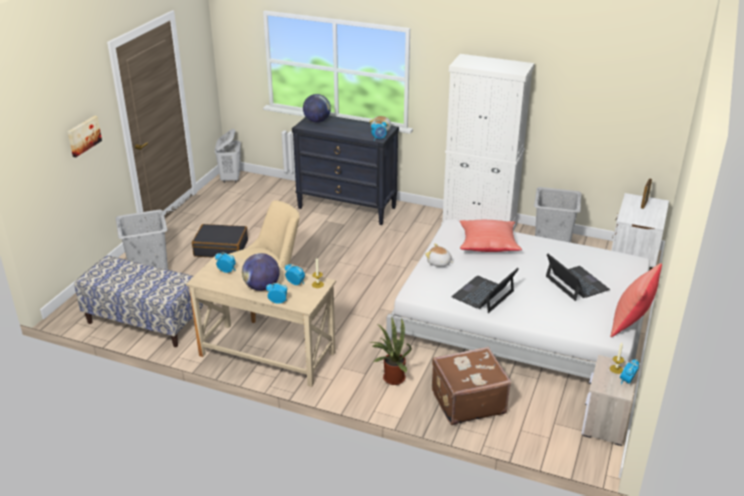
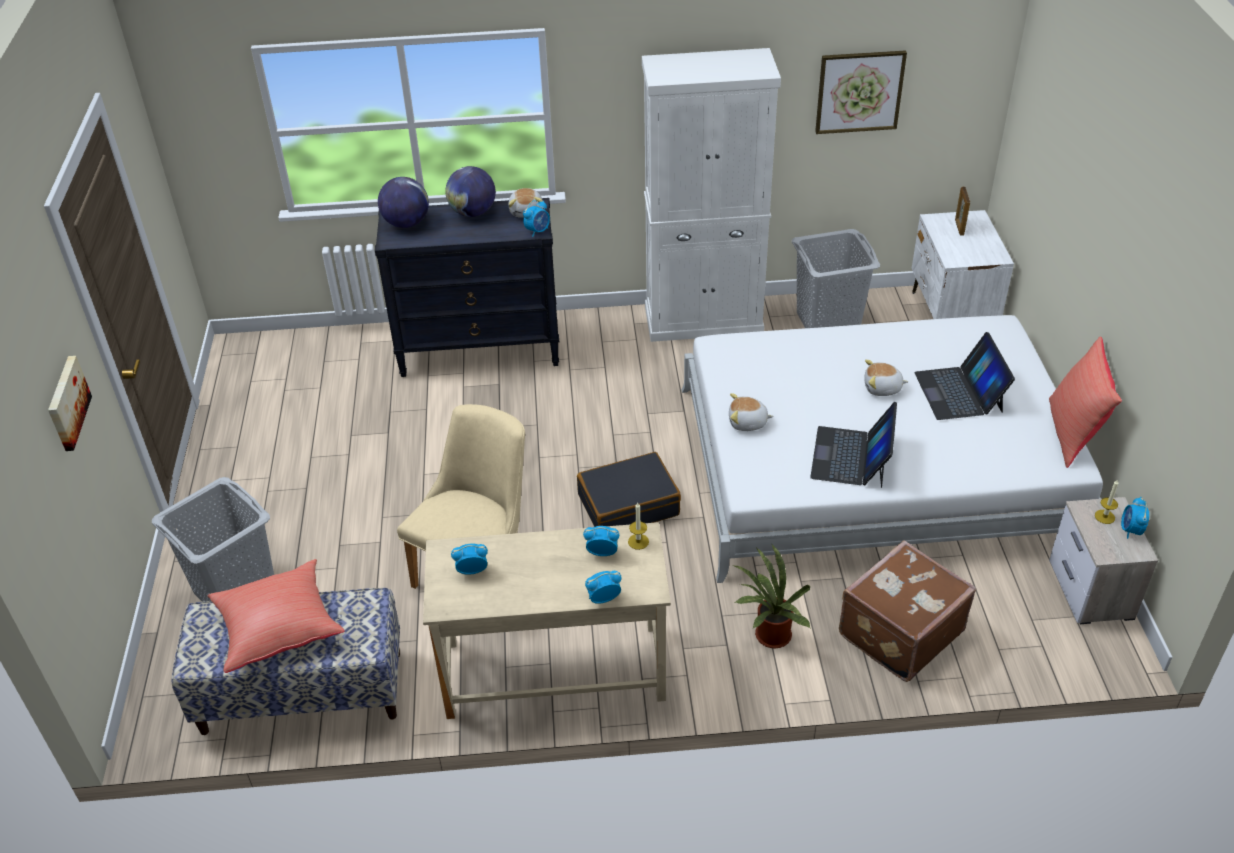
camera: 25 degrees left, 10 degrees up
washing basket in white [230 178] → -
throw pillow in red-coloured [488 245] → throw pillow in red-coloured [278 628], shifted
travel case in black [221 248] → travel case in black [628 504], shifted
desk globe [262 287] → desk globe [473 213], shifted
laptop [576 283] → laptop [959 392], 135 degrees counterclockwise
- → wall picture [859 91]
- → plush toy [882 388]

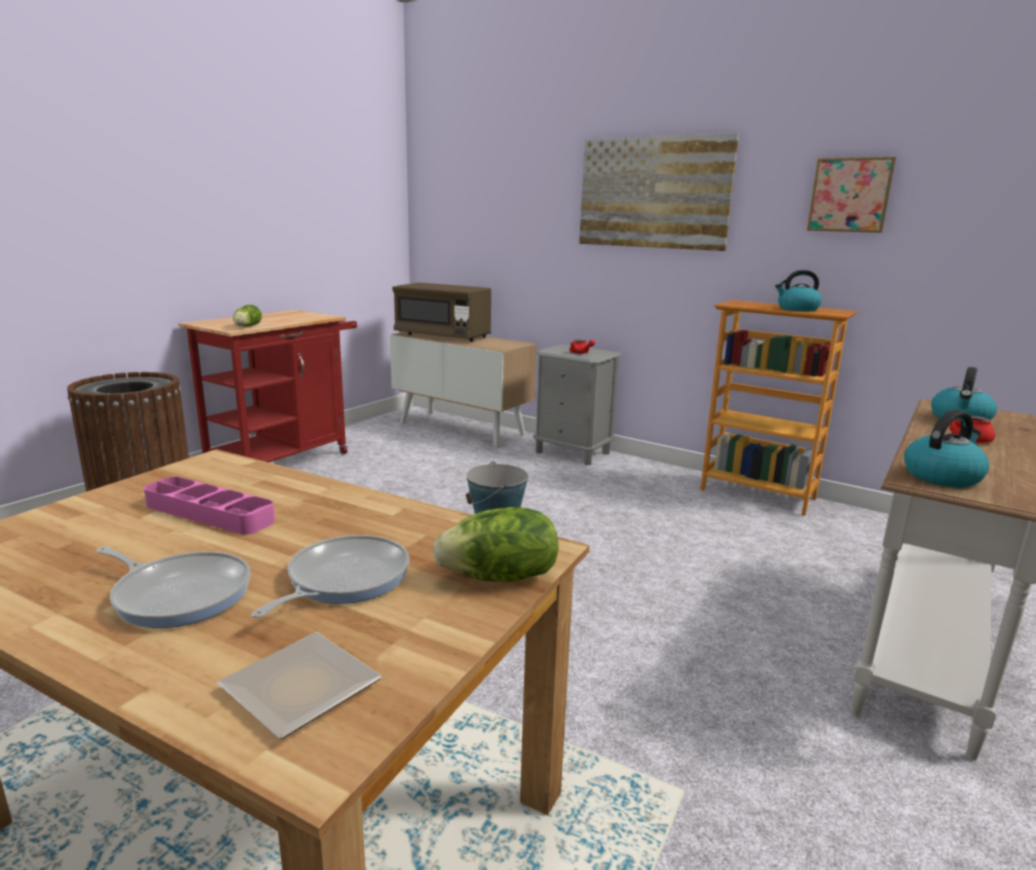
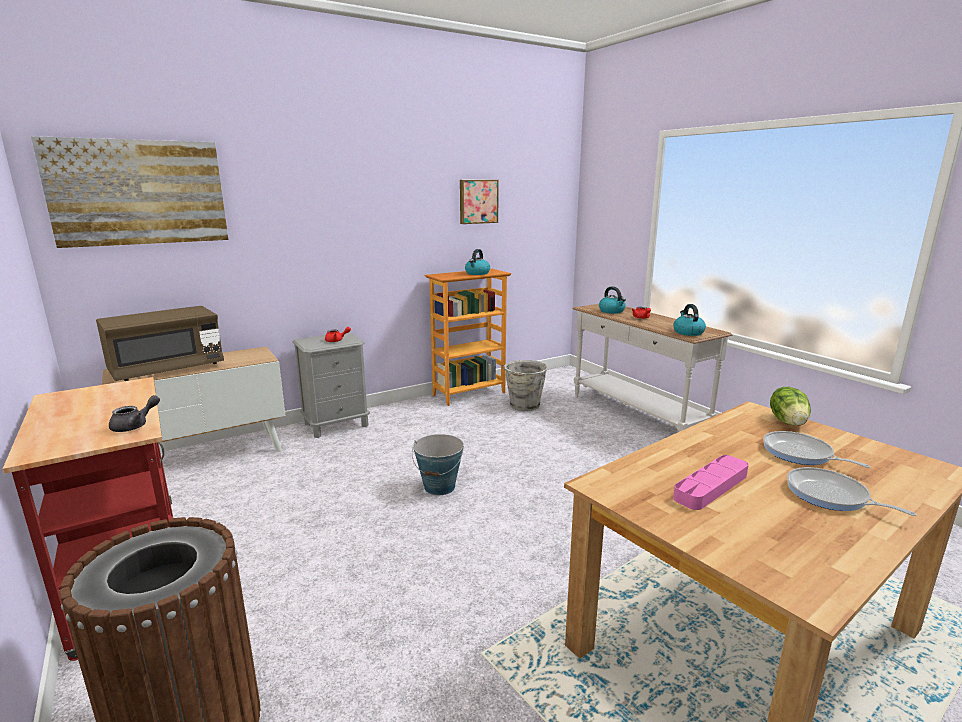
camera: 65 degrees left, 0 degrees up
wall picture [653 193] → wall picture [139 192], shifted
lettuce [246 327] → pot for tea in gray [135 425]
skillet [179 594] → skillet [831 496], 90 degrees counterclockwise
flat dish [307 688] → -
- → pail in gray [524 405]

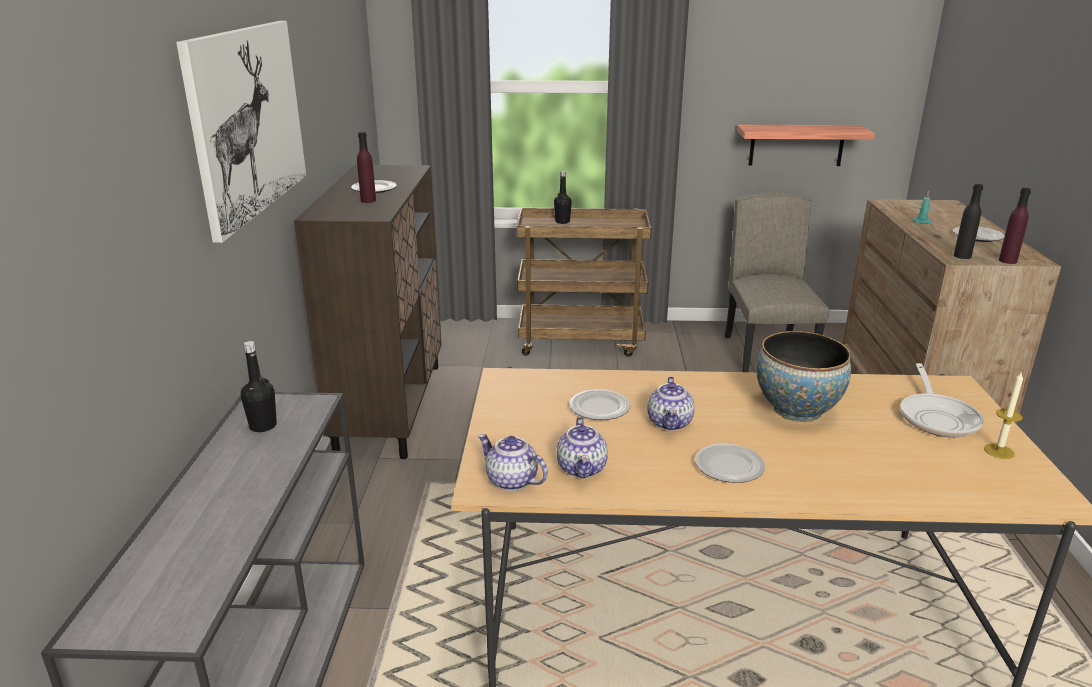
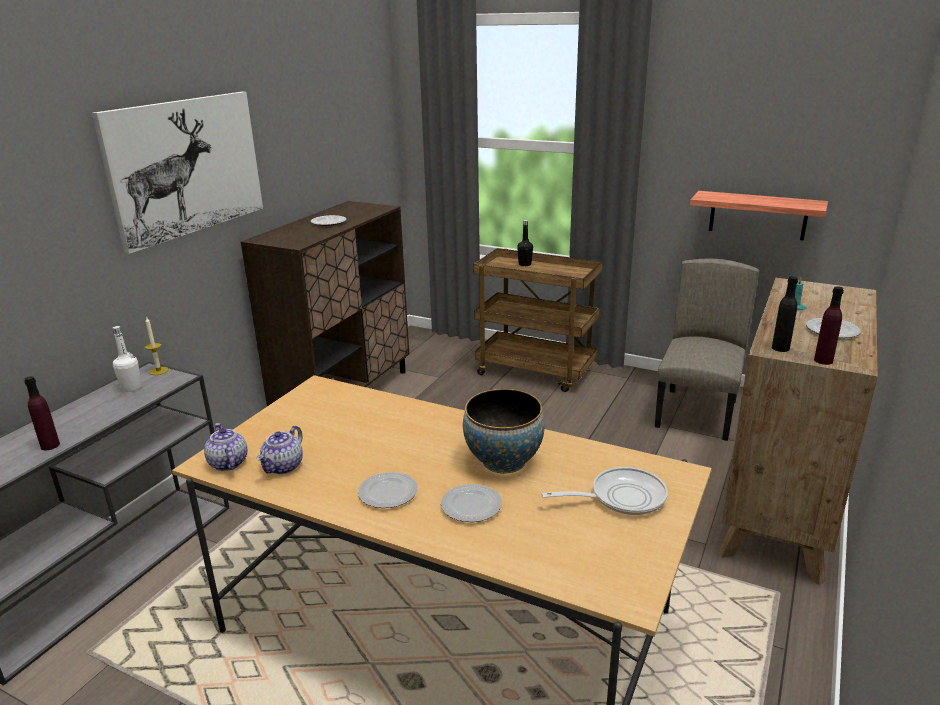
camera: 25 degrees right, 0 degrees up
drink bottle in purplish [368 200] → drink bottle in purplish [50 445], shifted
drink bottle in black [263 426] → drink bottle in white [131 388]
skillet [937 417] → skillet [621 497], 135 degrees counterclockwise
candle [999 451] → candle [158 371], shifted
pot for tea [670 423] → -
flat dish [599 408] → flat dish [471 506], shifted

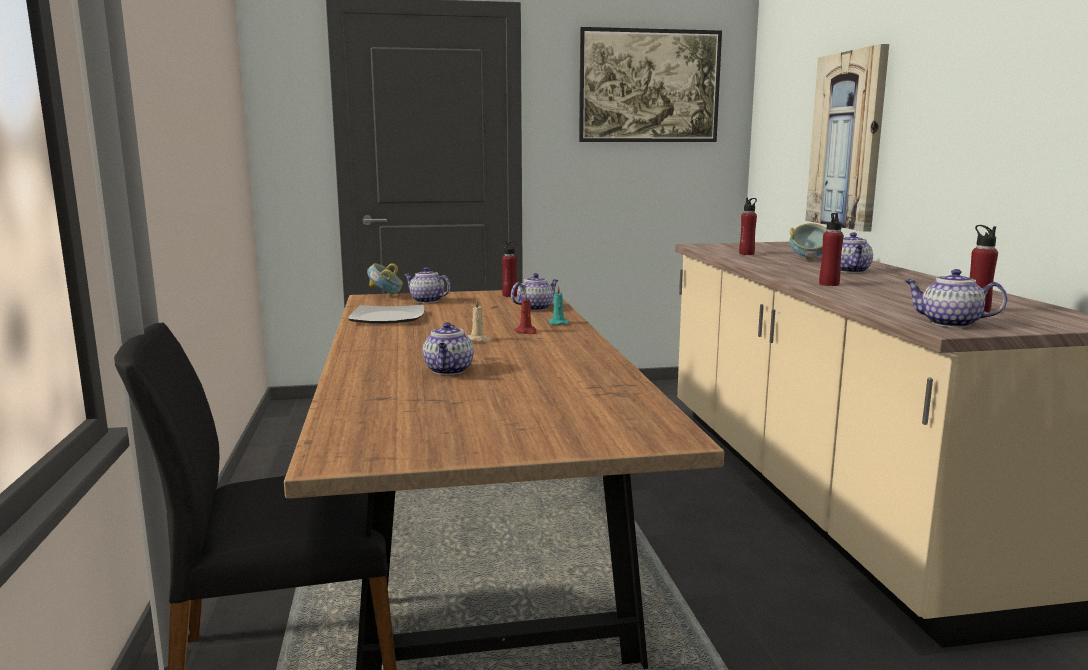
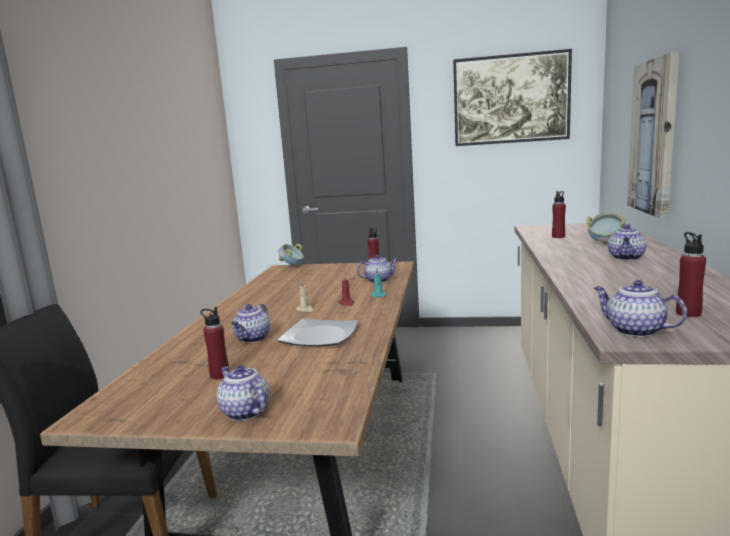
camera: 20 degrees right, 0 degrees up
drink bottle in red-coloured [829 284] → drink bottle in red-coloured [219 375], shifted
pot for tea [426 301] → pot for tea [244 412], shifted
flat dish [388 317] → flat dish [320 335], shifted

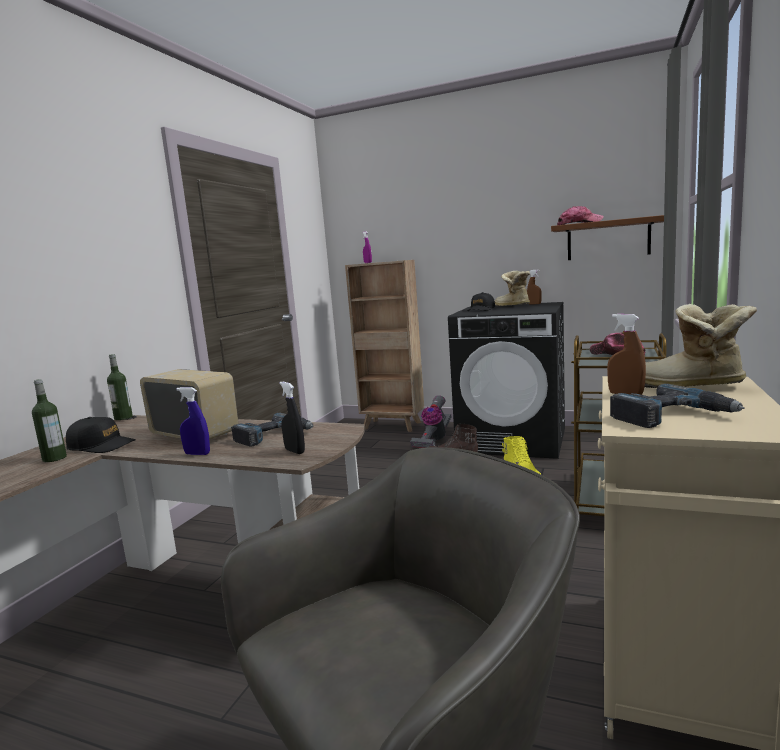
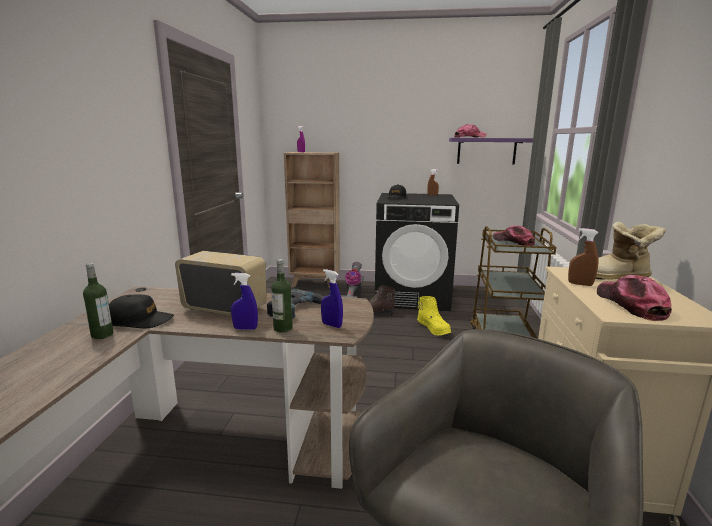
camera: 15 degrees left, 5 degrees up
shelf in brownish [608 239] → shelf in purplish [486 151]
boot [511 306] → -
drink bottle [123 417] → drink bottle [283 328], shifted
sprayer in black [295 451] → sprayer in bluish [331 325]
power drill [671 416] → peaked cap [630 304]

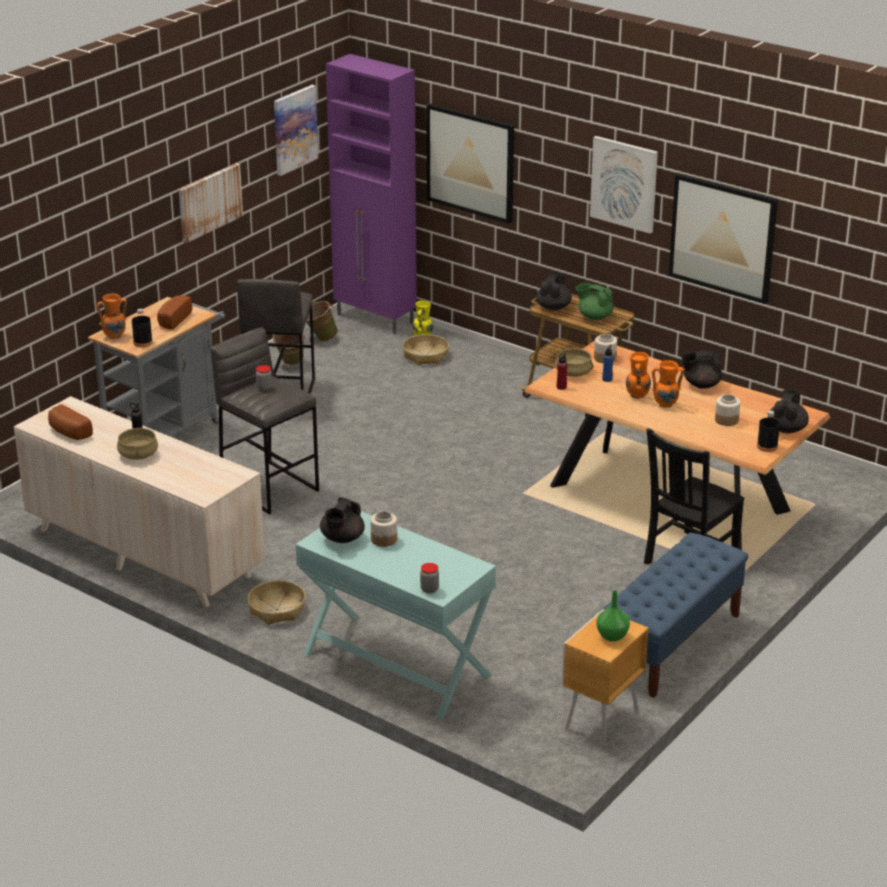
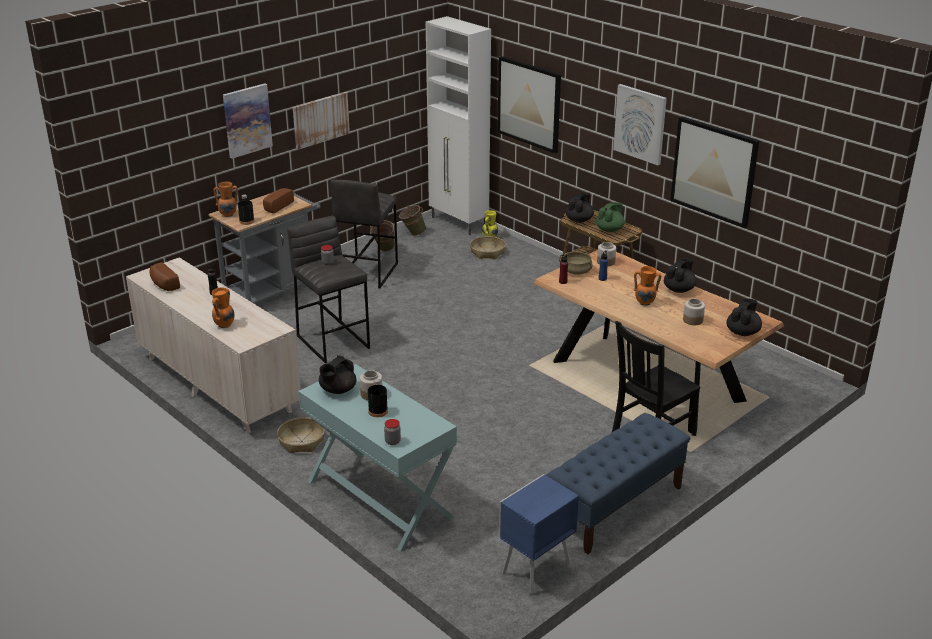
camera: 10 degrees right, 0 degrees up
cabinet in purplish [375 319] → cabinet in white [459 223]
wall picture [294 129] → wall picture [247 120], shifted
pot for tea in greenish [594 316] → pot for tea in greenish [609 229], 90 degrees clockwise
pot for tea in black [701 385] → pot for tea in black [679 289], 120 degrees clockwise
flower vase in orange [637 395] → flower vase in orange [224 325], shifted
drink bottle in black [767 446] → drink bottle in black [378 411], shifted
saucepot in sand-coloured [138 455] → -
flower vase in greenish [611 636] → -
bedside table in brownish [600 721] → bedside table in bluish [534 571]

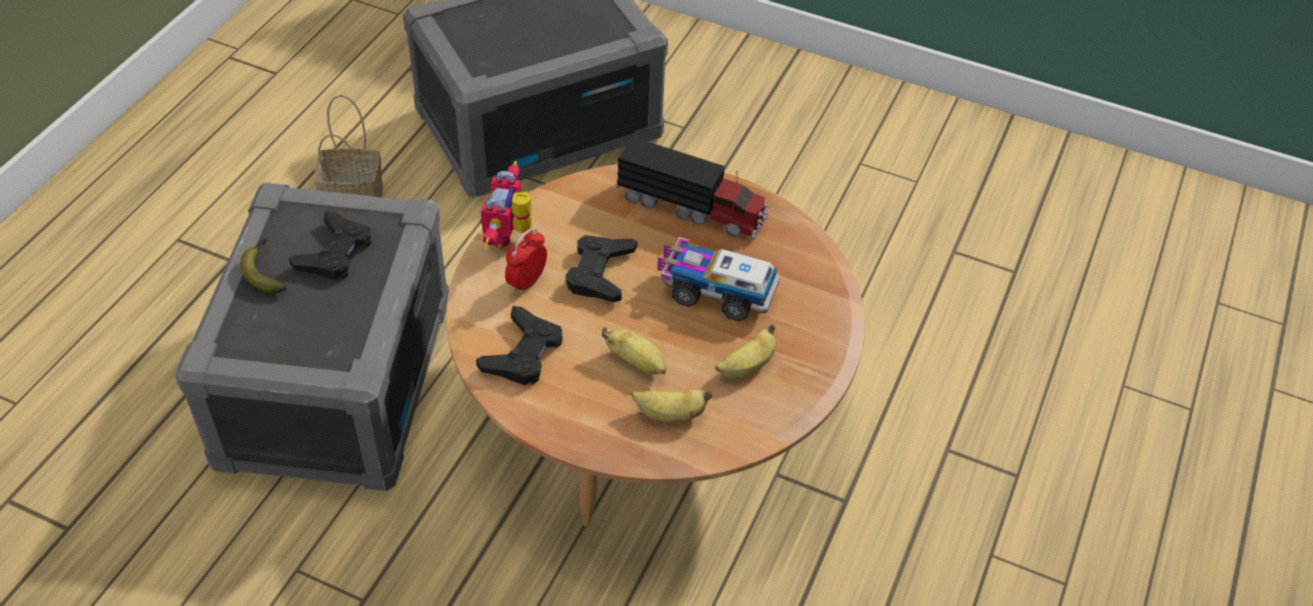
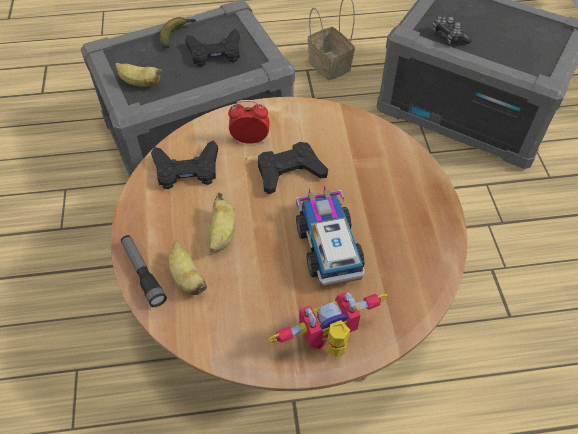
camera: 60 degrees right, 5 degrees up
toy lorry [693 208] → -
model robot [510 235] → model robot [329 343], shifted
banana fruit [746 367] → banana fruit [139 83], shifted
- → game controller [448 36]
- → torch [143 273]

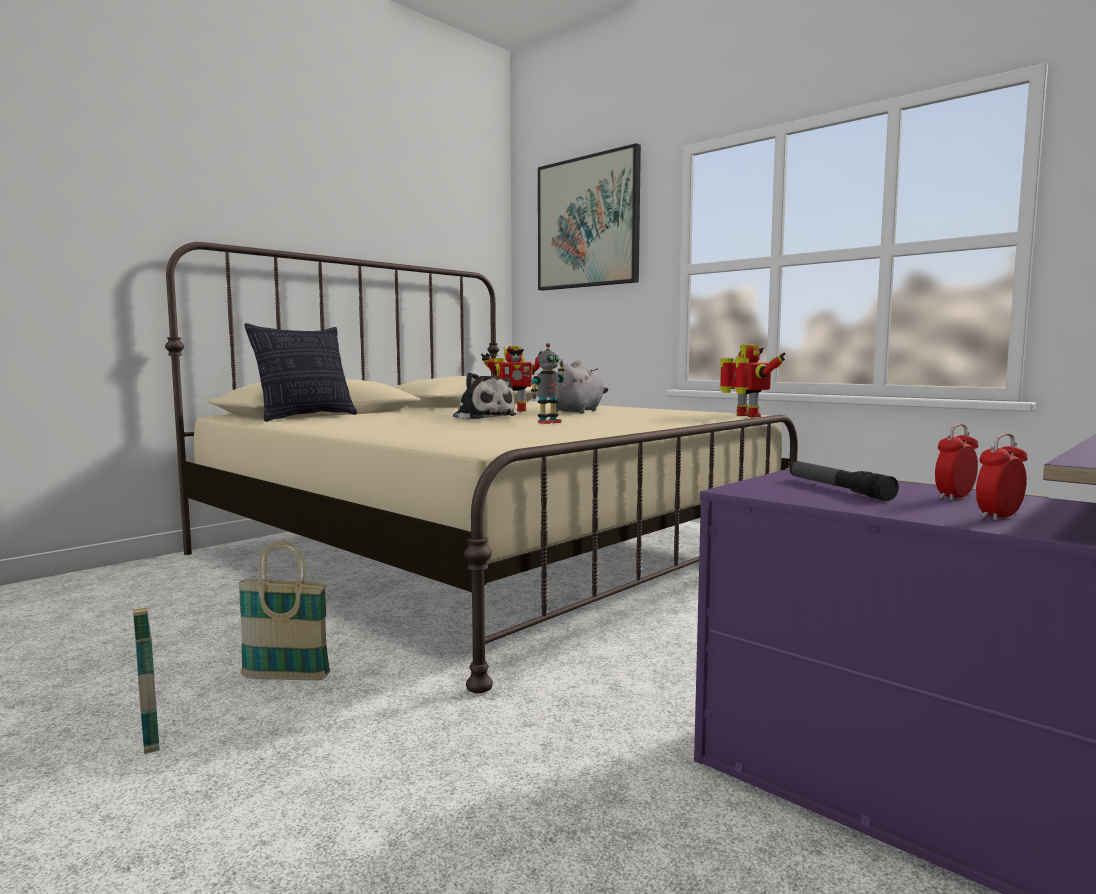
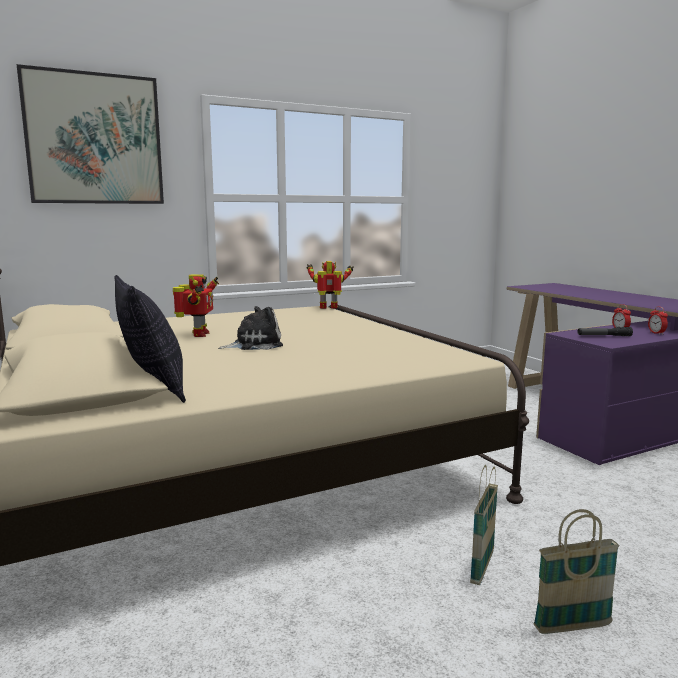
camera: 70 degrees left, 5 degrees up
model robot [548 422] → -
plush toy in gray [577 411] → -

